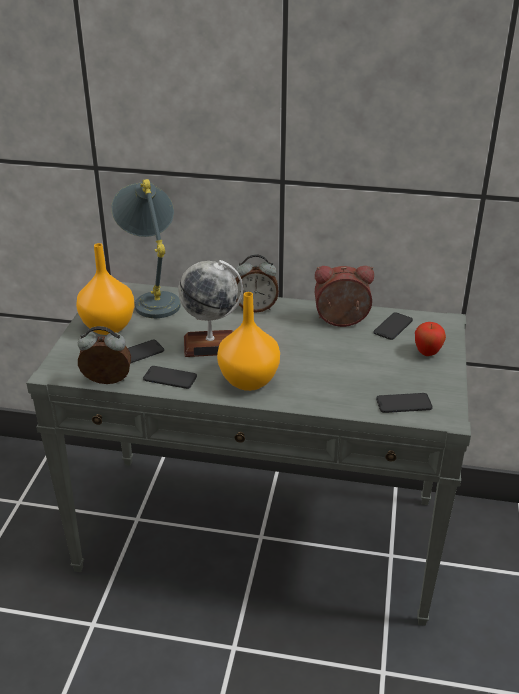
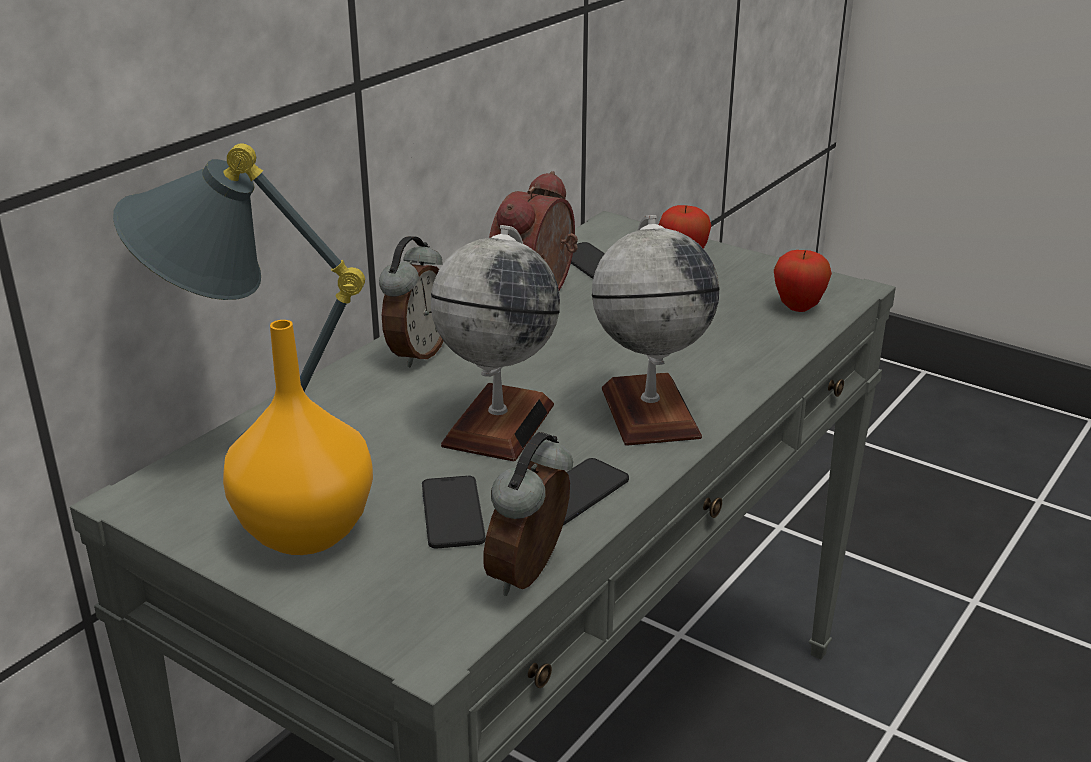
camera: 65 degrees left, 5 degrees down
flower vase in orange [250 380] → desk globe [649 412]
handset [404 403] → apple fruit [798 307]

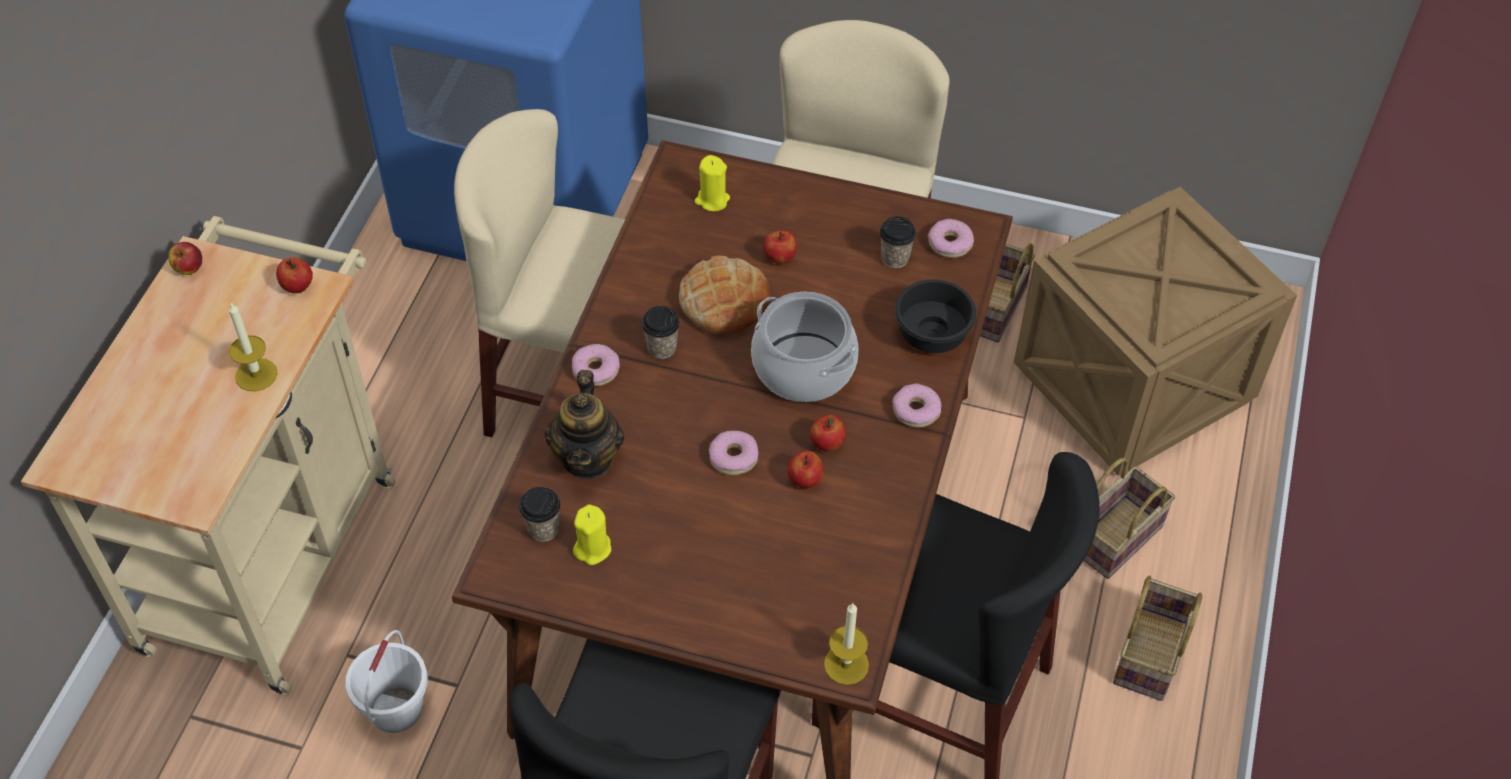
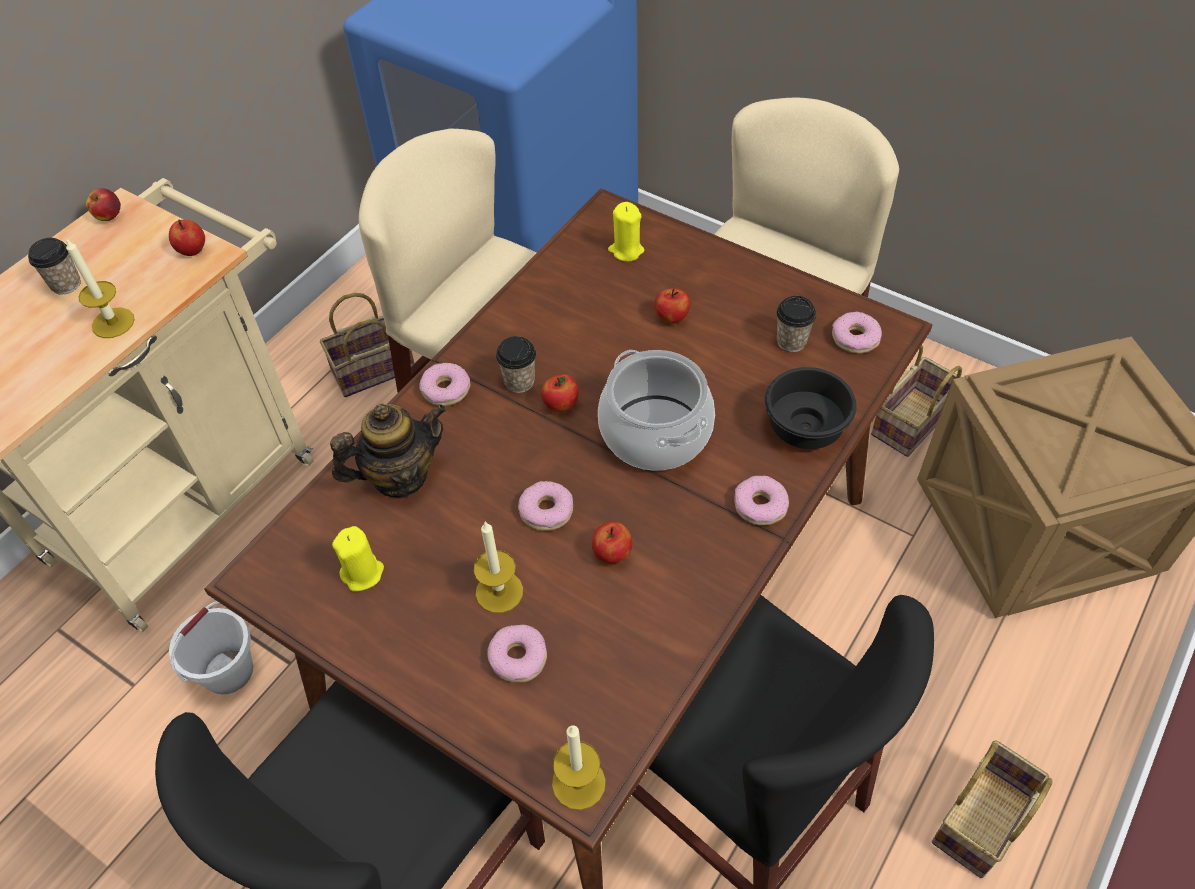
camera: 20 degrees right, 0 degrees up
bread [724 301] → -
pot for tea [588 458] → pot for tea [400 476], 135 degrees counterclockwise
apple fruit [826 444] → apple fruit [560 405], shifted
household basket [1116 535] → household basket [375 368], shifted
small cup [543 529] → small cup [66 284], shifted
- → candle [499 592]
- → doughnut [518 658]

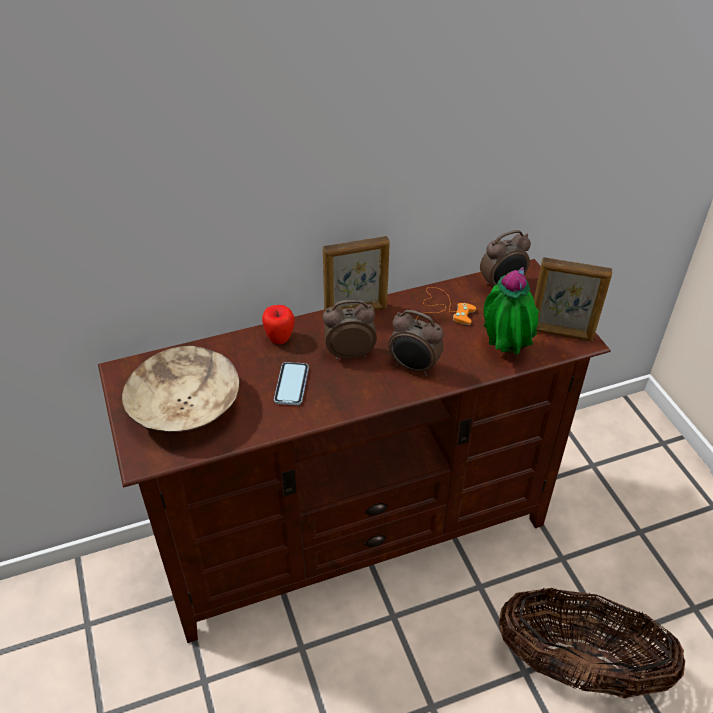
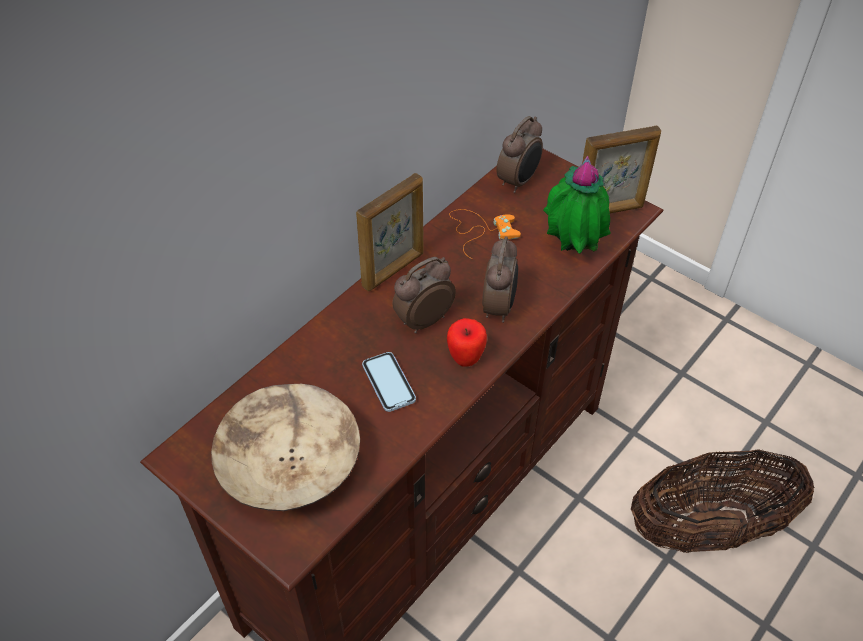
camera: 30 degrees left, 5 degrees up
apple fruit [279 339] → apple fruit [465 358], shifted
alarm clock [414 367] → alarm clock [499 307], 75 degrees counterclockwise

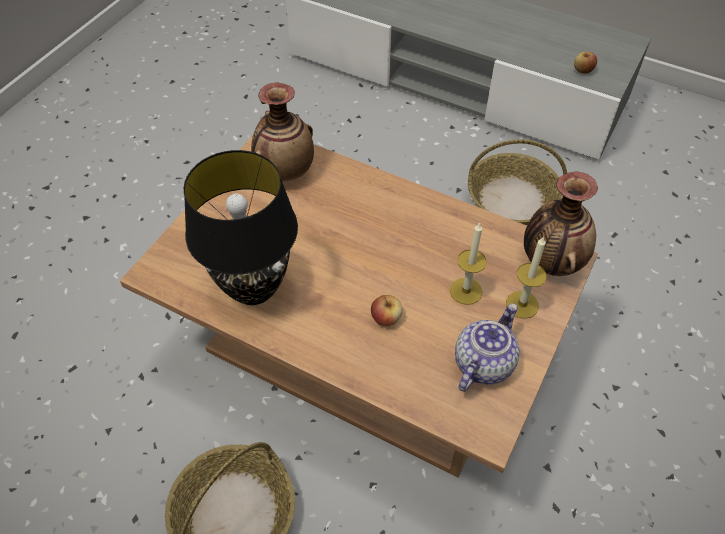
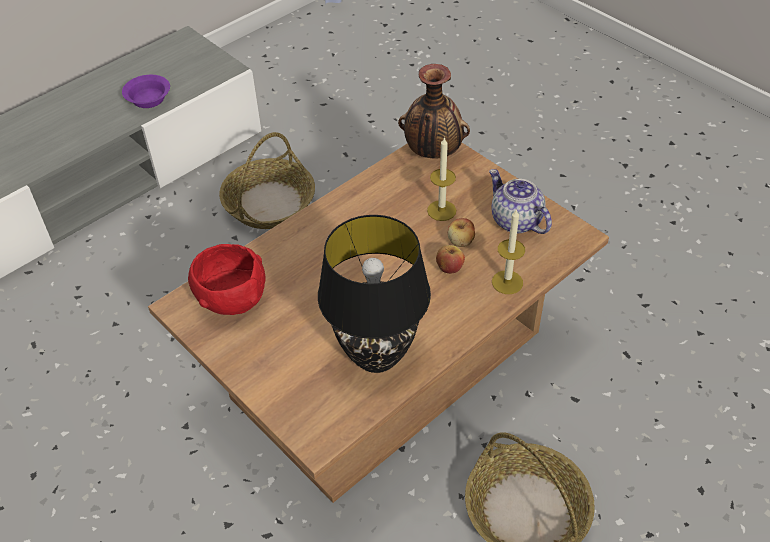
camera: 70 degrees left, 5 degrees down
apple fruit [582 70] → apple fruit [460 242], shifted
flower vase [285 171] → serving bowl in red-coloured [232 301]
candle [522 304] → candle [507 282], shifted
- → serving bowl in purplish [147 100]

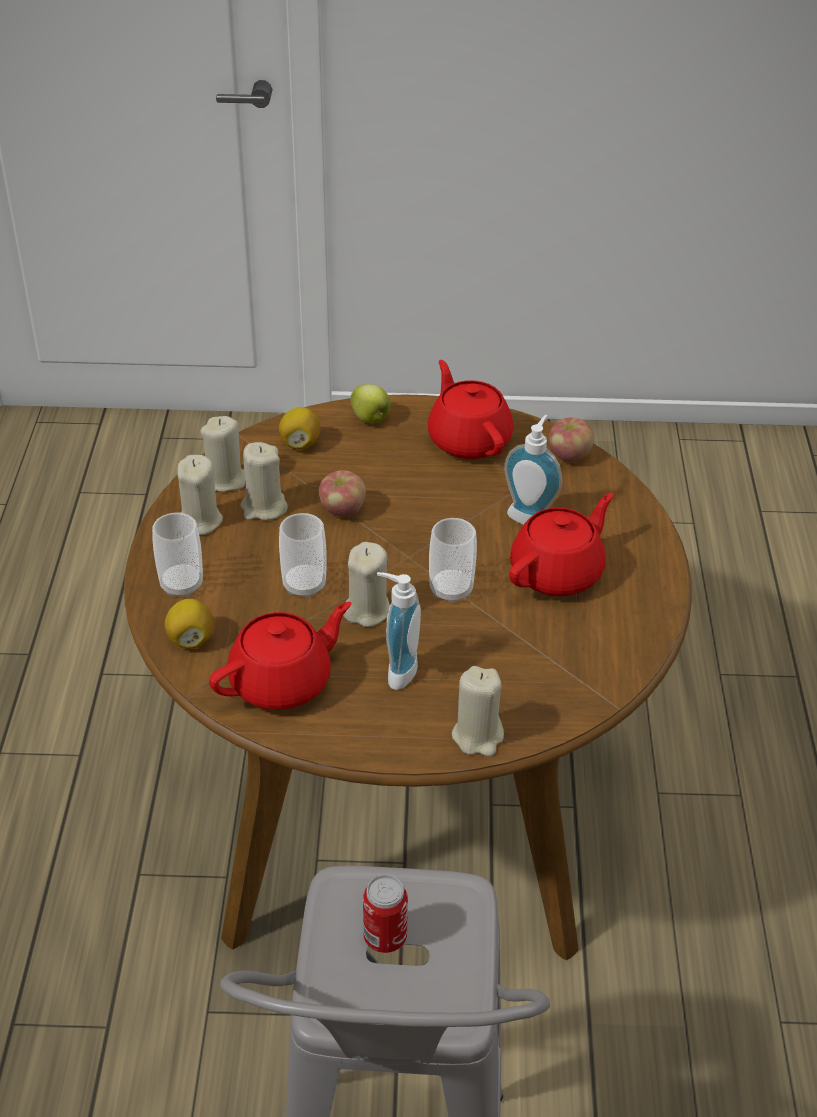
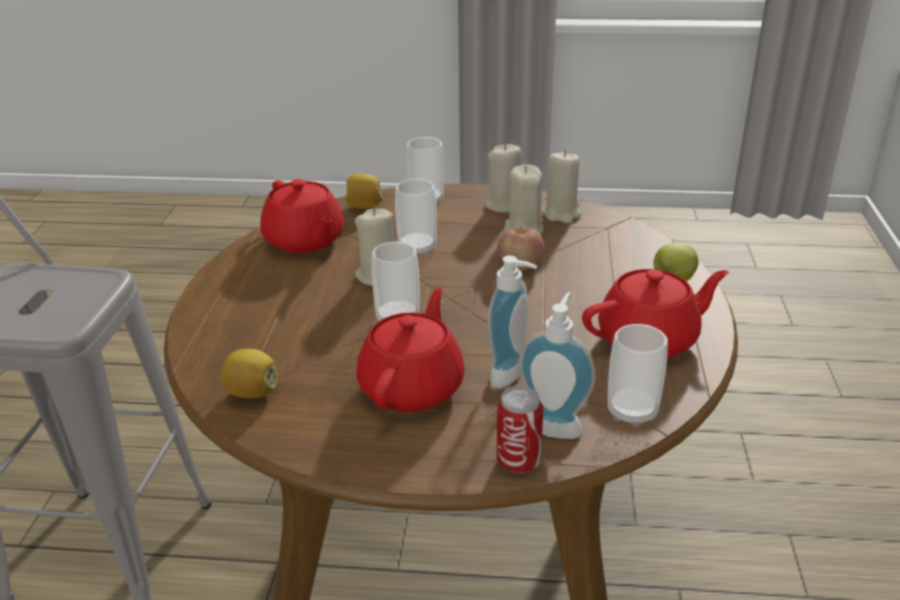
camera: 95 degrees right, 10 degrees down
citrus fruit [300 443] → citrus fruit [252 392], shifted
apple fruit [569 456] → small cup [632 412]
pot for tea in red-coloured [558 573] → pot for tea in red-coloured [413 387], 120 degrees counterclockwise
soap dispenser [396 670] → soap dispenser [555 424], shifted
candle in sand-coloured [478 736] → -
sealed can [385 937] → sealed can [518 462], shifted

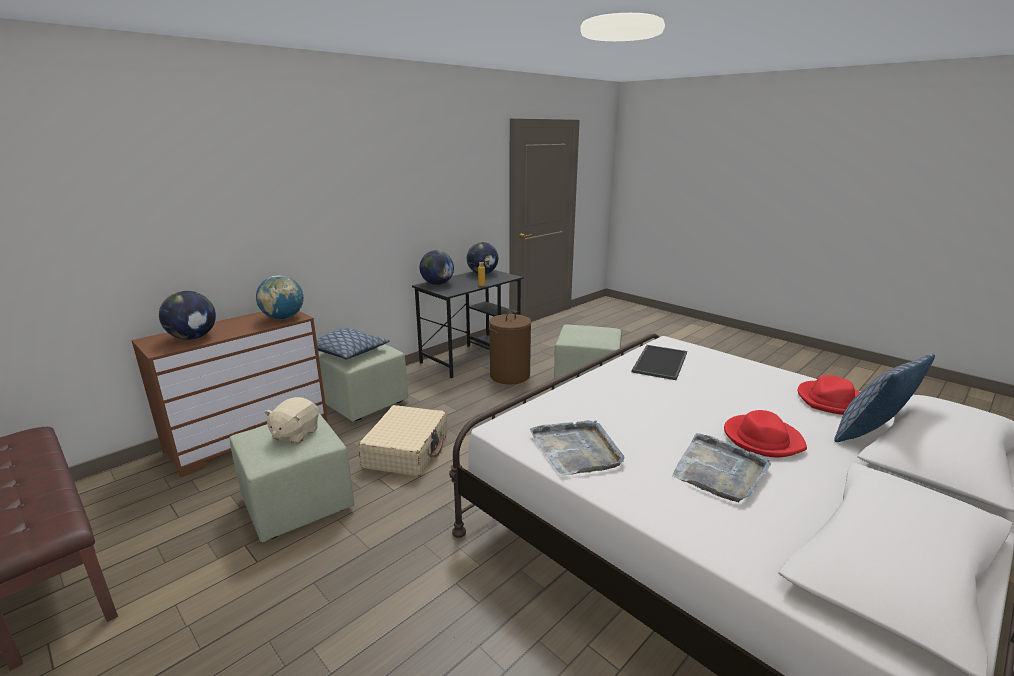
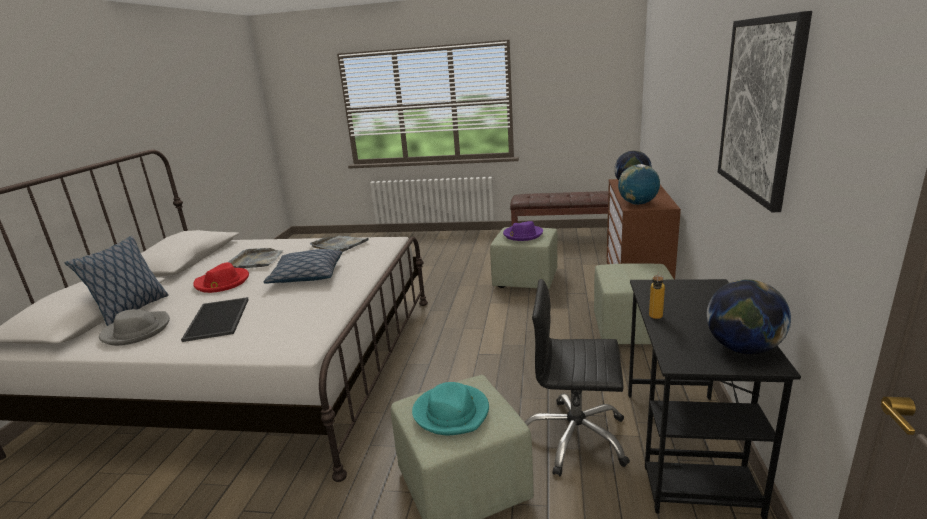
camera: 145 degrees right, 0 degrees up
desk globe [437 284] → -
washing basket in brownish [509 376] → office chair in black [575 437]
throw pillow [350 352] → throw pillow [307 276], shifted
serving tray [659 361] → serving tray [219 319], shifted
wearable hat in red-coloured [832 401] → wearable hat in gray [136 331]
plush toy in sand-coloured [295 434] → wearable hat in purplish [522 235]
travel case in sand-coloured [407 450] → -
- → wall picture [759 107]
- → wearable hat in turquoise [452 412]

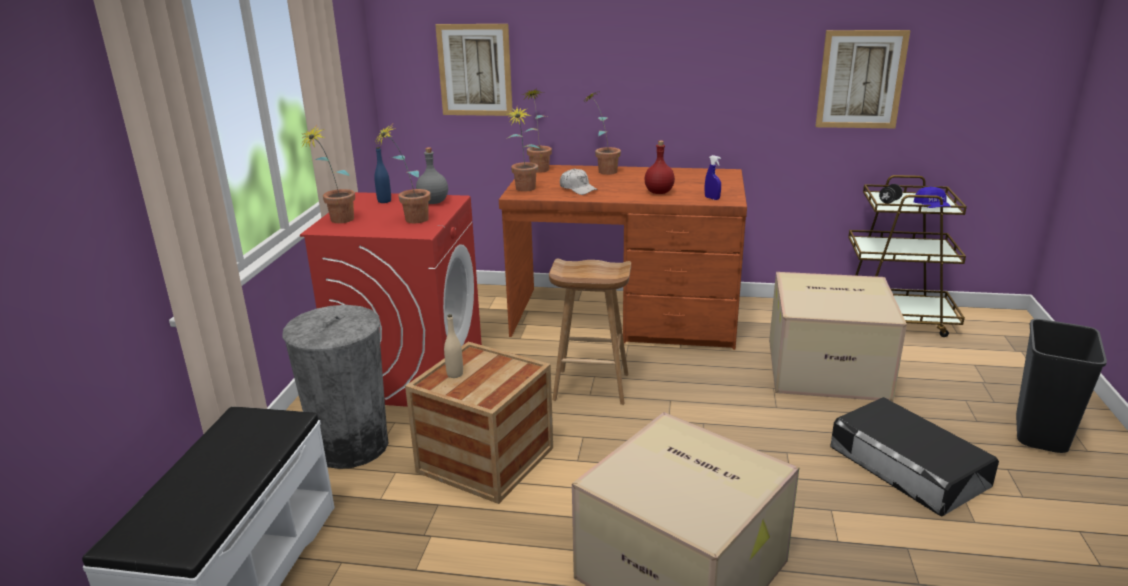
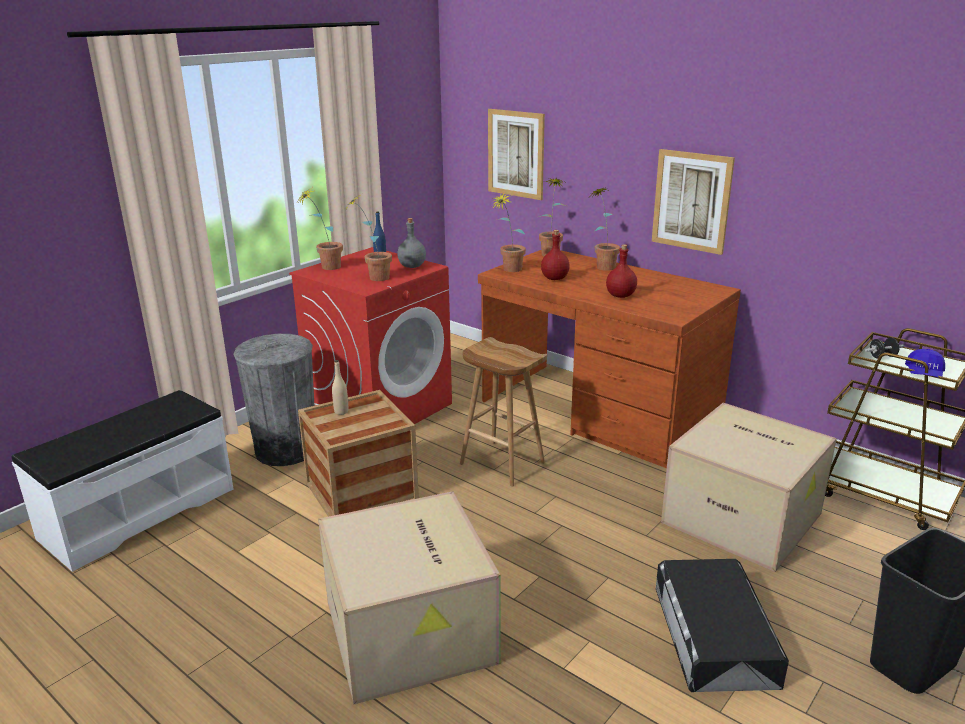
camera: 30 degrees right, 0 degrees up
wall picture [861 79] → wall picture [691 201], shifted
sprayer in bluish [712 198] → -
peaked cap in white [578 189] → drink bottle in red-coloured [554 278]

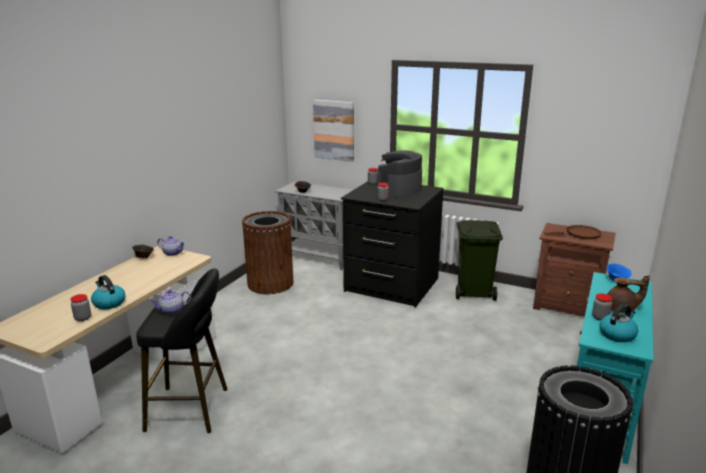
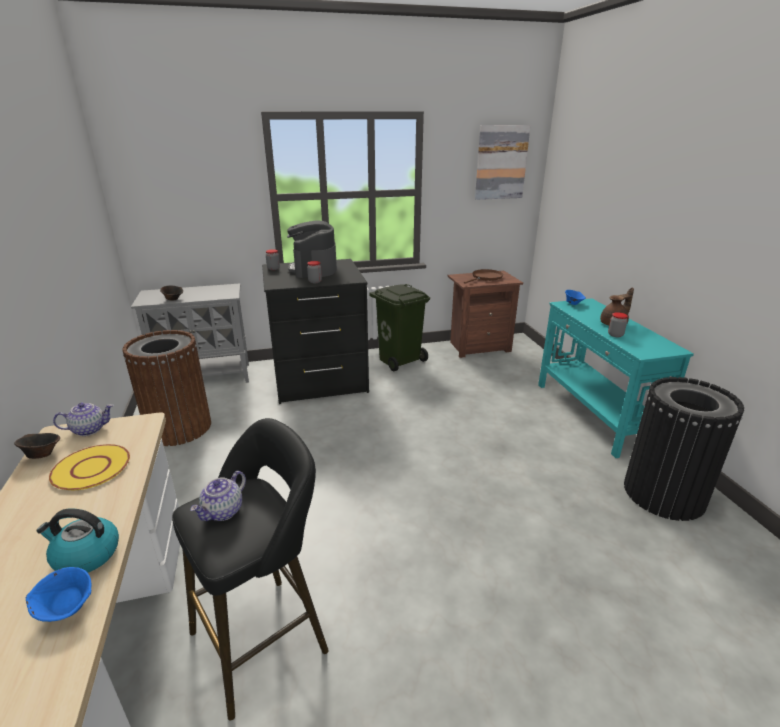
camera: 40 degrees left, 5 degrees up
wall picture [334 130] → wall picture [501 162], shifted
preserve jar [83 318] → serving bowl in bluish [68 609]
tea kettle [617 334] → -
- → flat dish in yellow-coloured [91 468]

